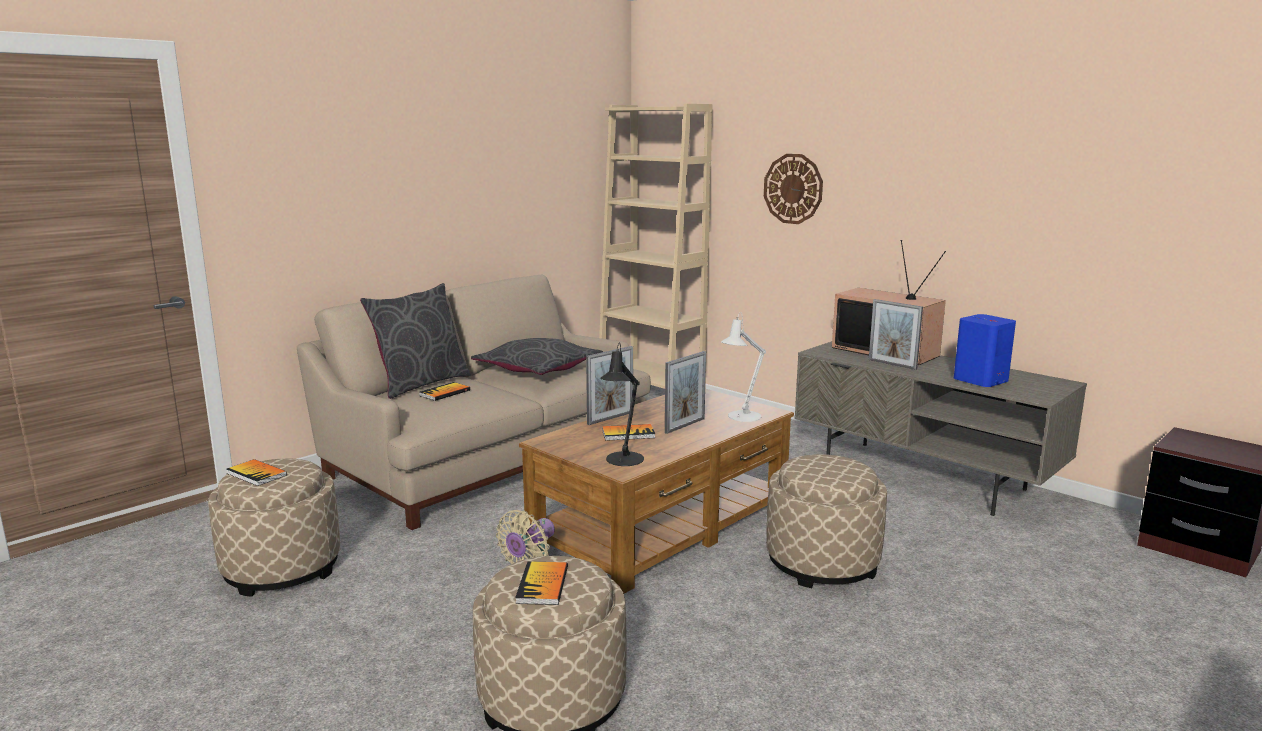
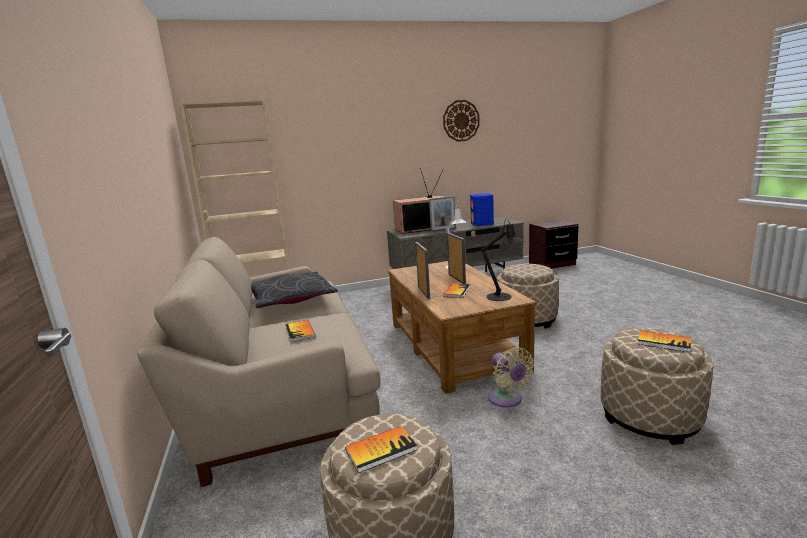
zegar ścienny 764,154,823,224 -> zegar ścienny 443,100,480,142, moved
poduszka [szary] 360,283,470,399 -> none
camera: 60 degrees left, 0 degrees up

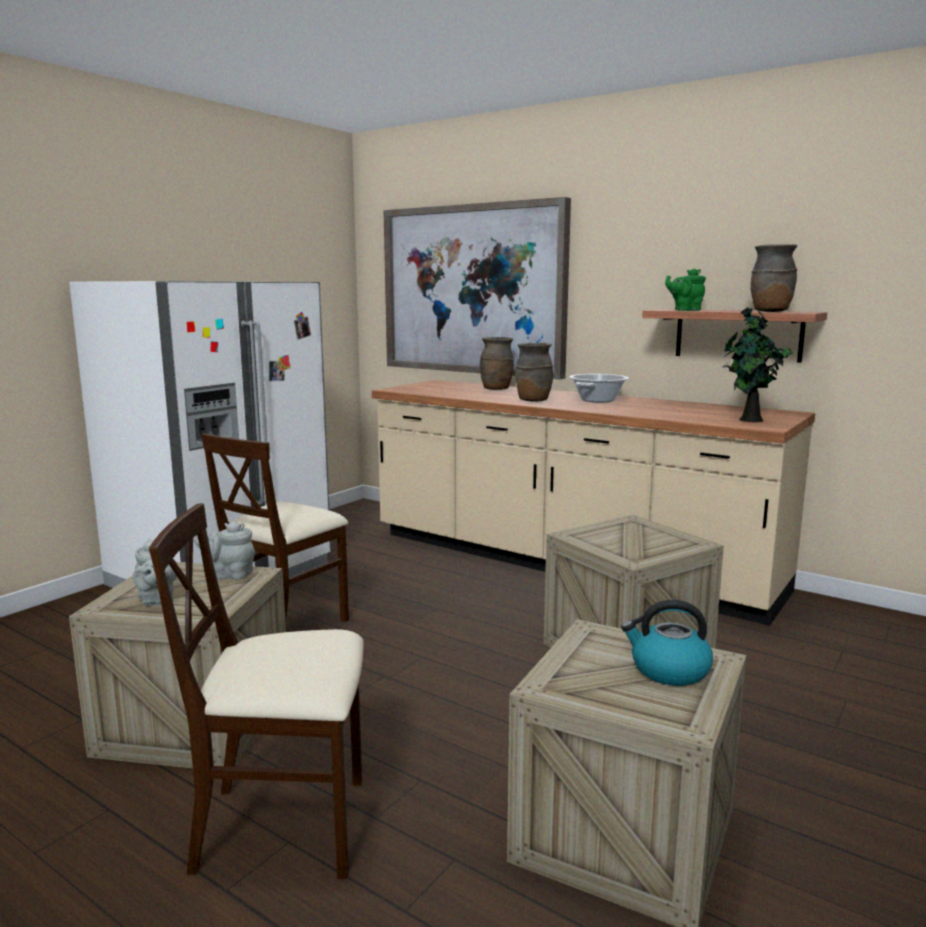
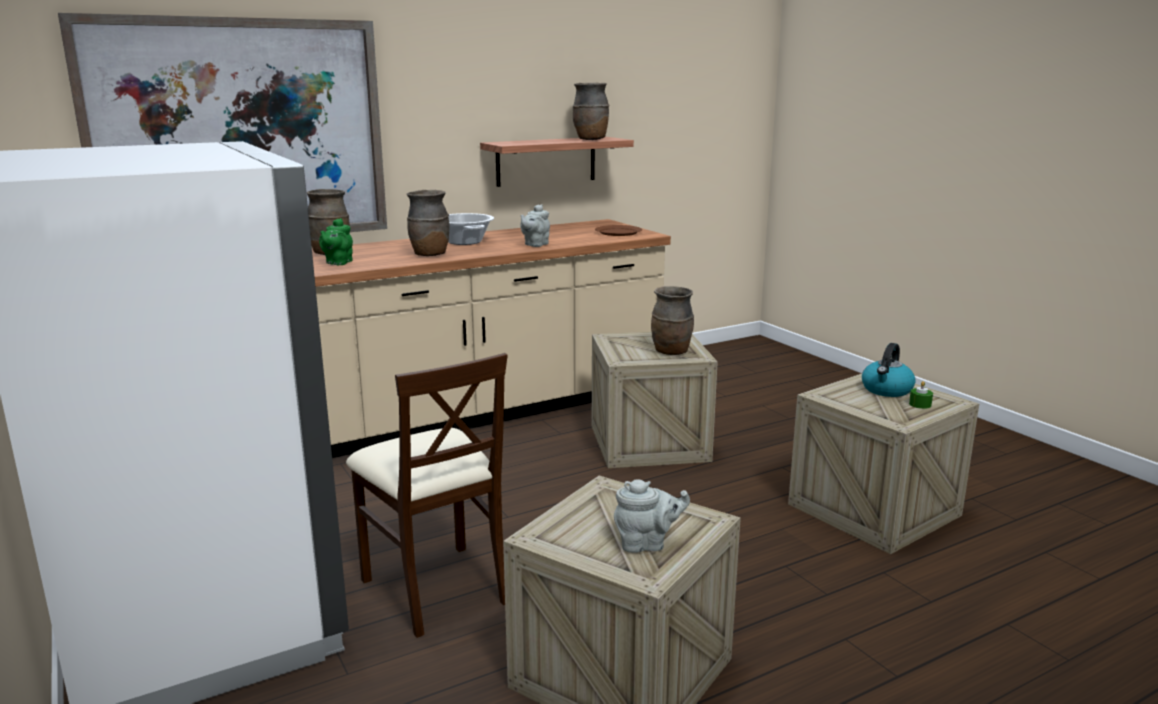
imbryk [zielony] 665,269,706,311 -> imbryk [zielony] 319,218,353,265, moved
roślina doniczkowa 722,307,793,422 -> talerz [brązowy] 595,225,642,236
krzesło [beżowy] 149,503,364,879 -> none
imbryk [szary] 195,522,255,580 -> imbryk [szary] 521,204,550,247, moved
none -> wazon [brązowy] 651,286,694,355
none -> świeca [zielony] 909,381,933,409
camera: 65 degrees left, 5 degrees up

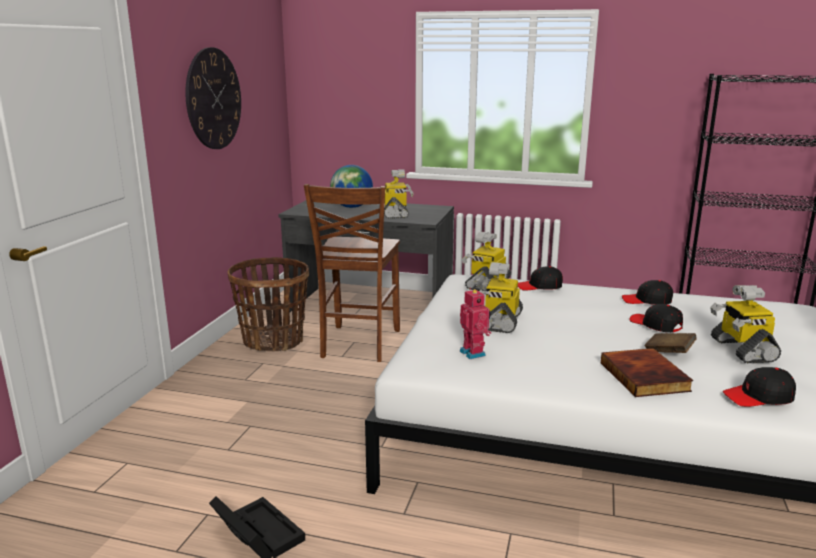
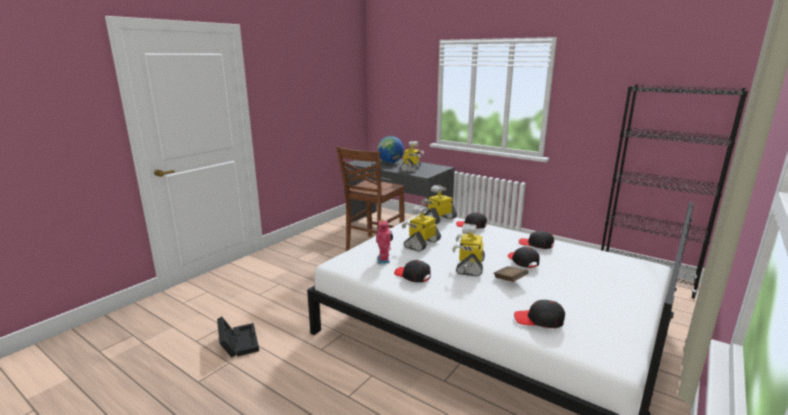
zegar ścienny 185,47,241,149 -> none
koszyk 228,257,309,352 -> none
robot zabawkowy 710,285,781,364 -> robot zabawkowy 452,223,485,276, moved
książka 601,348,693,397 -> none
none -> czapka z daszkiem [czarny] 394,260,431,283
camera: 20 degrees right, 0 degrees up

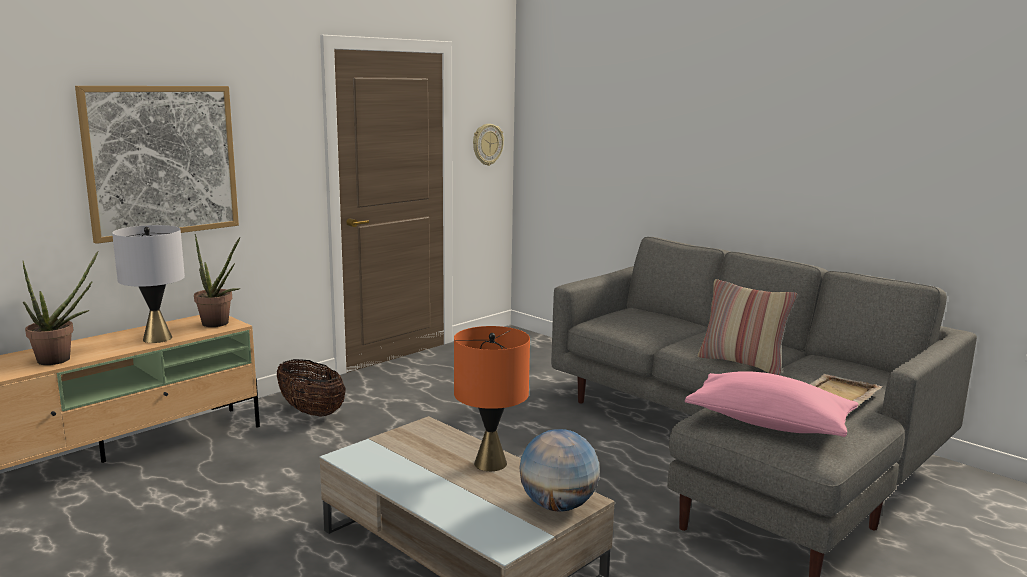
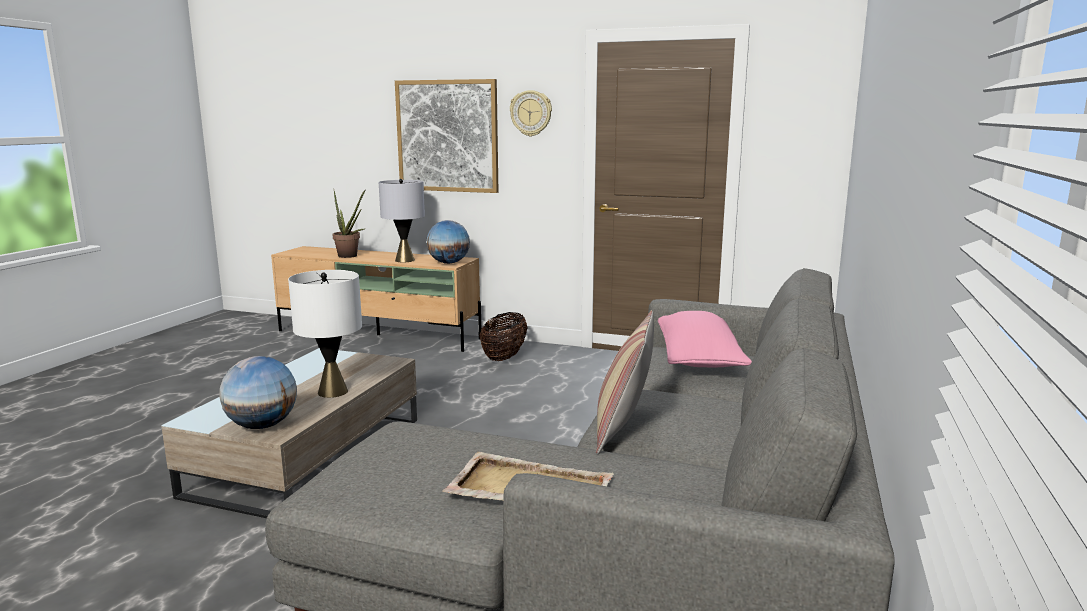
zegar ścienny 473,124,504,166 -> zegar ścienny 510,90,552,136, moved
roślina doniczkowa 194,234,241,327 -> globus 426,220,470,264
lampa stołowa [pomarańczowy] 454,326,530,471 -> lampa stołowa [biały] 288,270,362,398
poduszka [różowy] 685,371,859,437 -> poduszka [różowy] 658,311,752,367, moved
camera: 65 degrees right, 0 degrees up

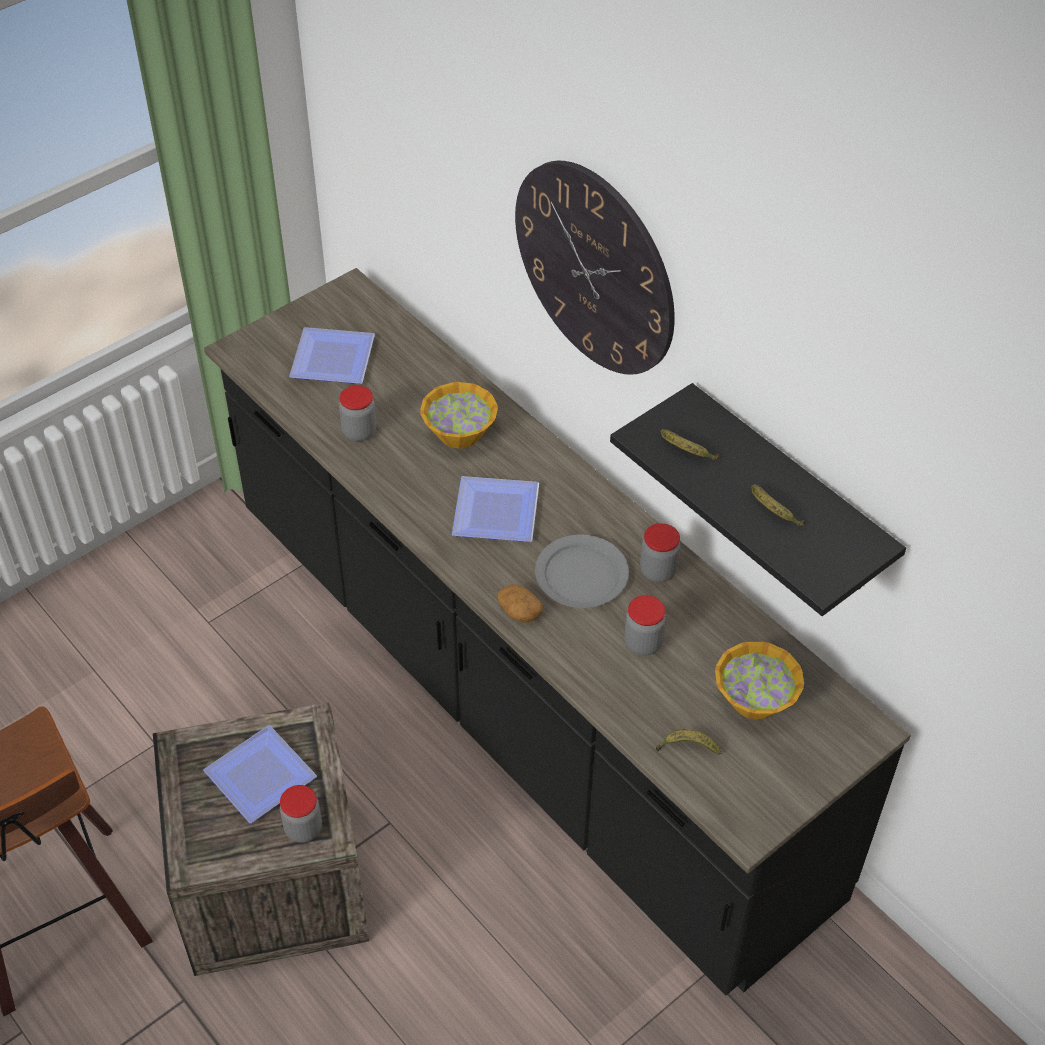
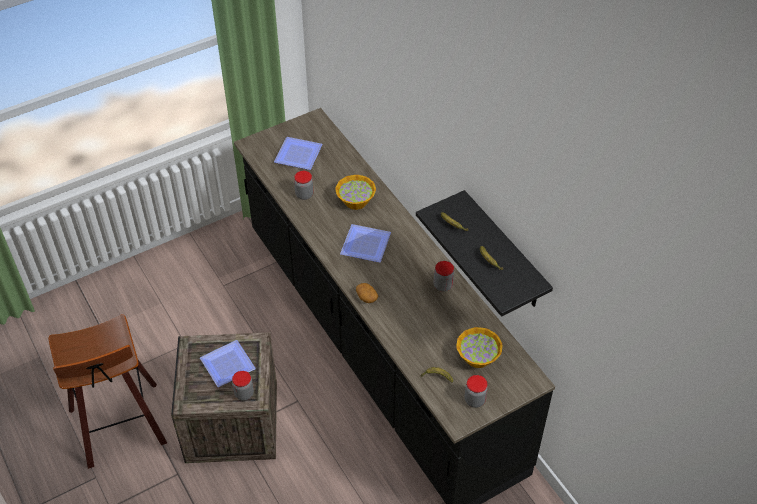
zegar ścienny 515,161,675,375 -> none
talerz [szary] 535,535,629,608 -> none
słoik 624,595,666,656 -> słoik 465,375,488,408, moved
camera: 10 degrees right, 0 degrees up

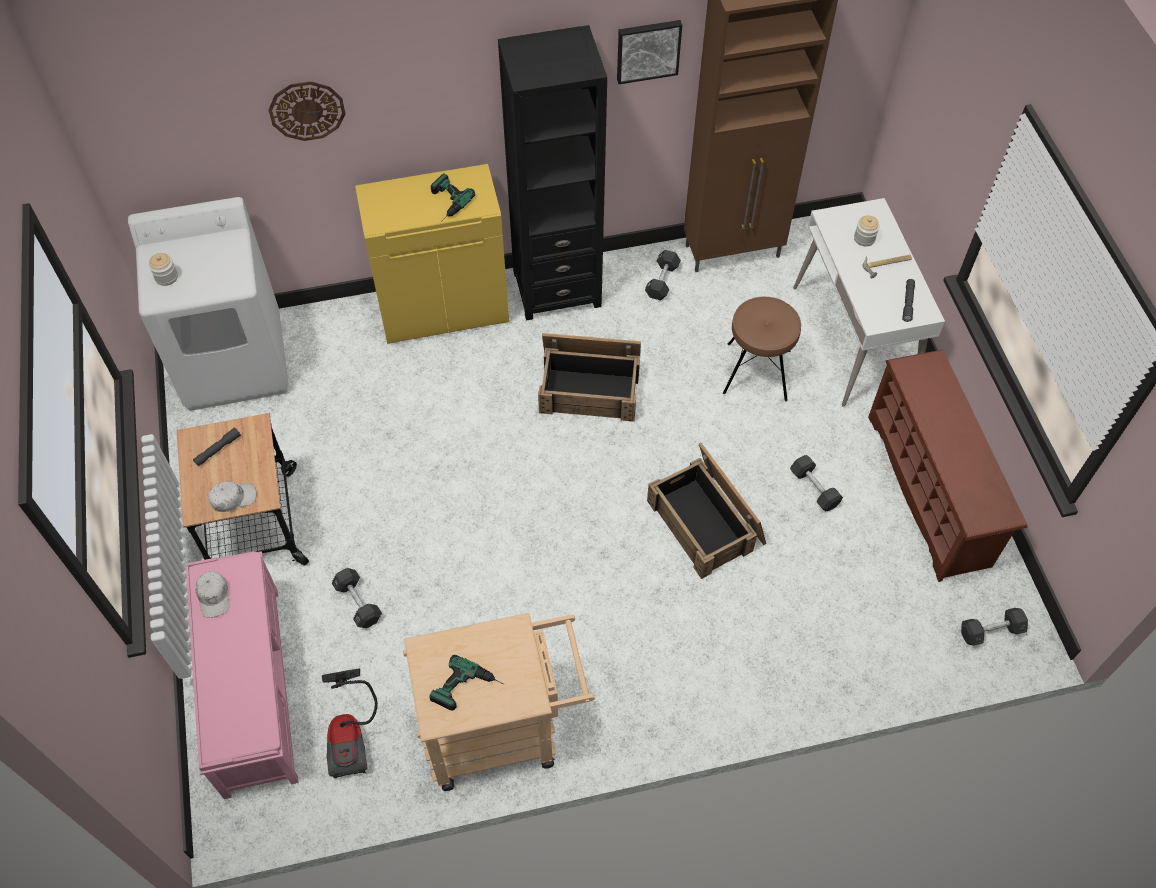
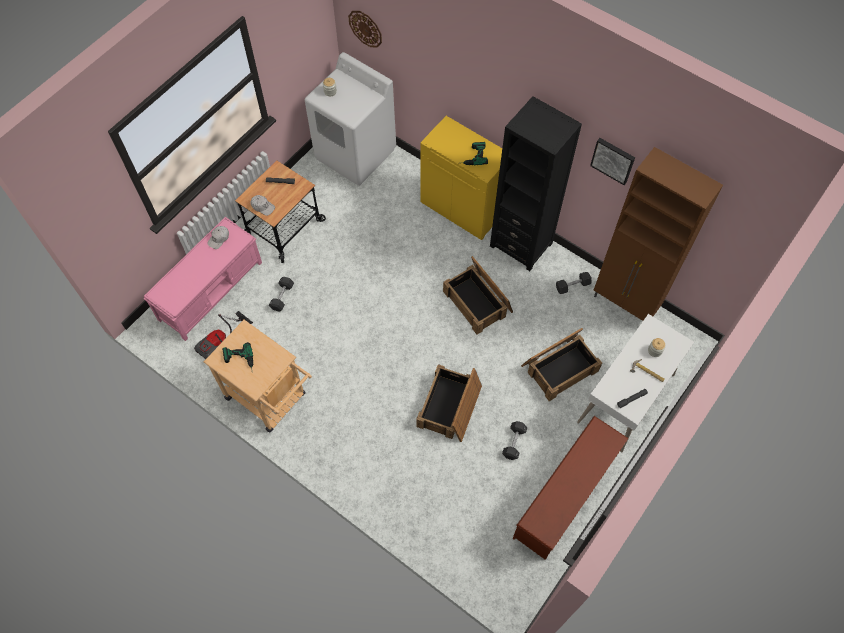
zegar ścienny 268,81,346,141 -> zegar ścienny 348,11,382,48, moved
stołek [brązowy] 723,297,801,401 -> skrzynka 521,328,602,401
hantel [szary] 961,608,1028,646 -> none
camera: 50 degrees right, 5 degrees up

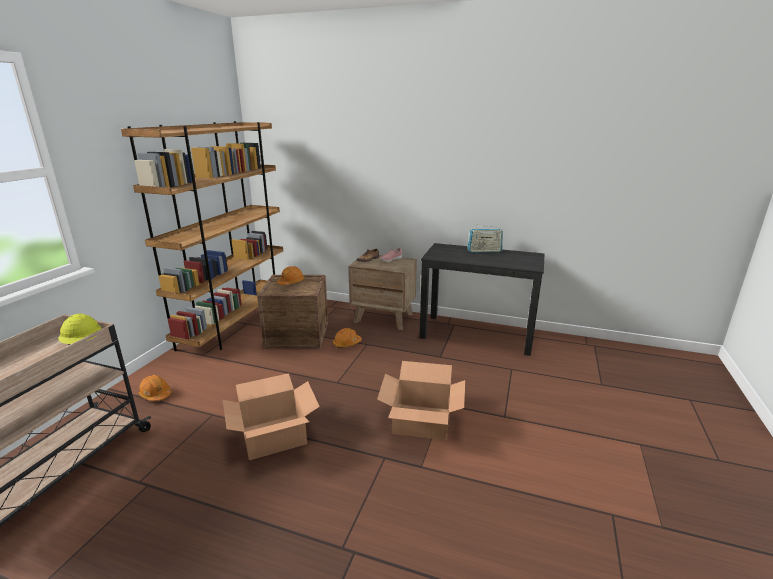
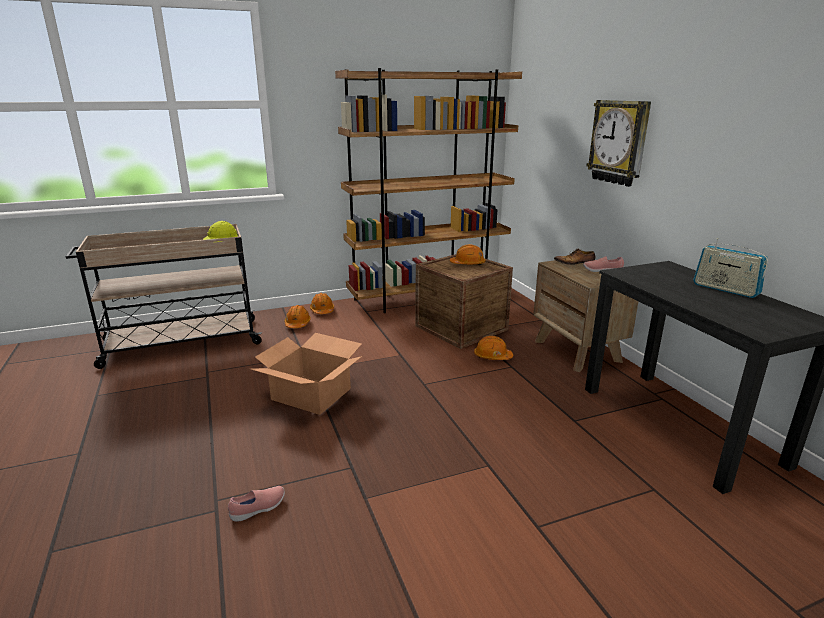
karton 377,361,465,440 -> none
none -> zegar ścienny 586,100,651,187
none -> kask [pomarańczowy] 310,293,334,314
none -> but [różowy] 228,486,285,522
camera: 50 degrees right, 0 degrees up

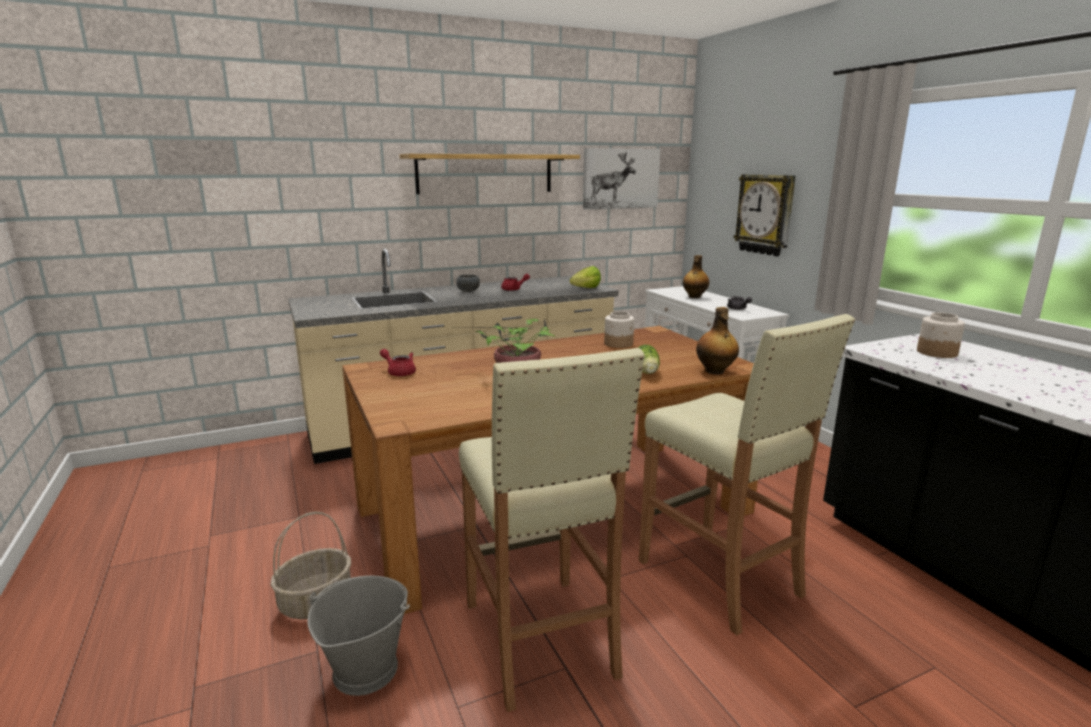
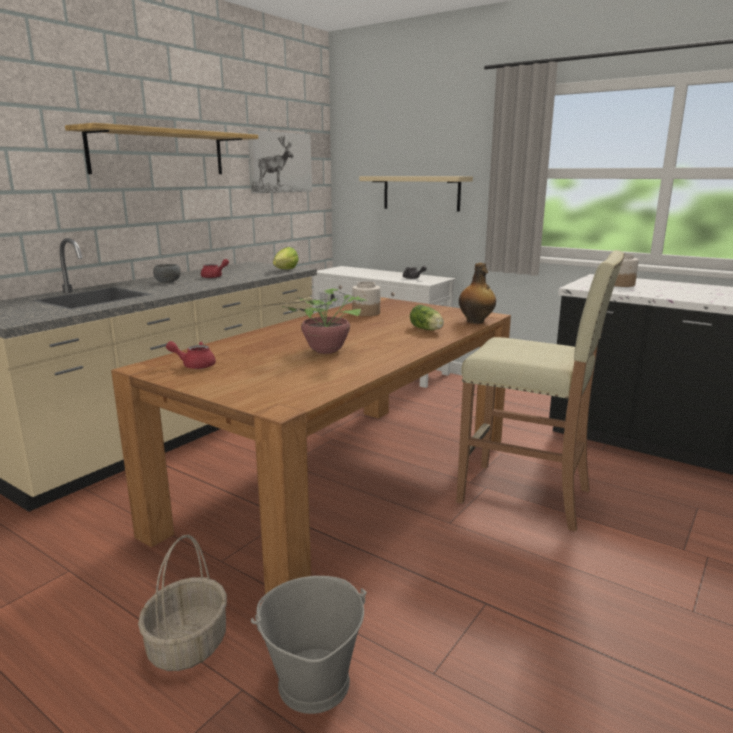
zegar ścienny 733,174,796,257 -> półka [beżowy] 359,176,473,211
butelka 683,255,709,298 -> none
stołek [beżowy] 459,348,645,712 -> none
camera: 30 degrees left, 0 degrees up

